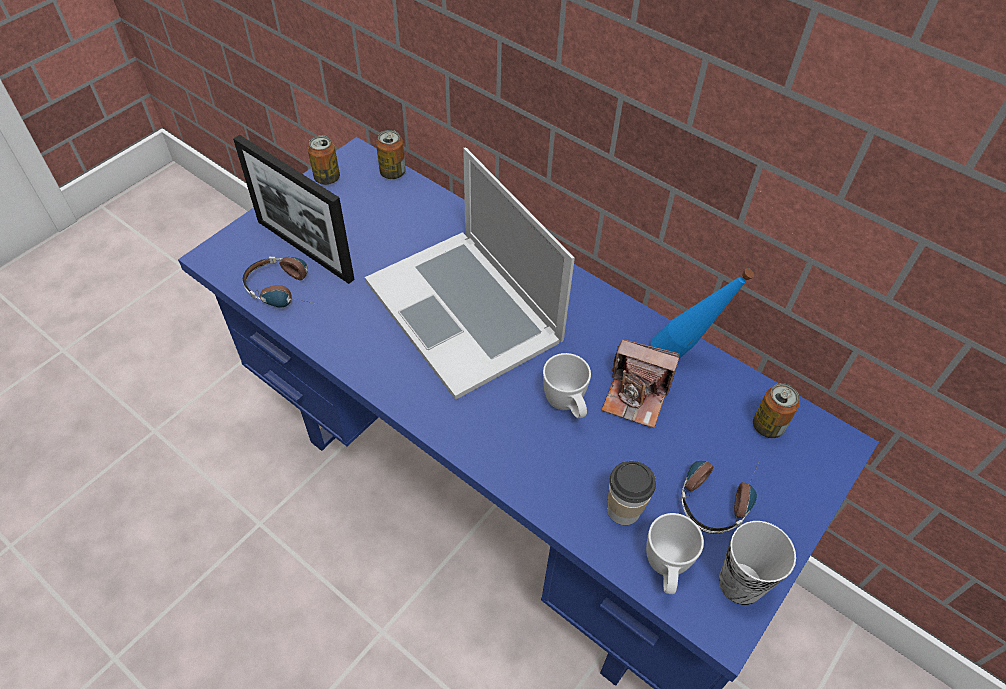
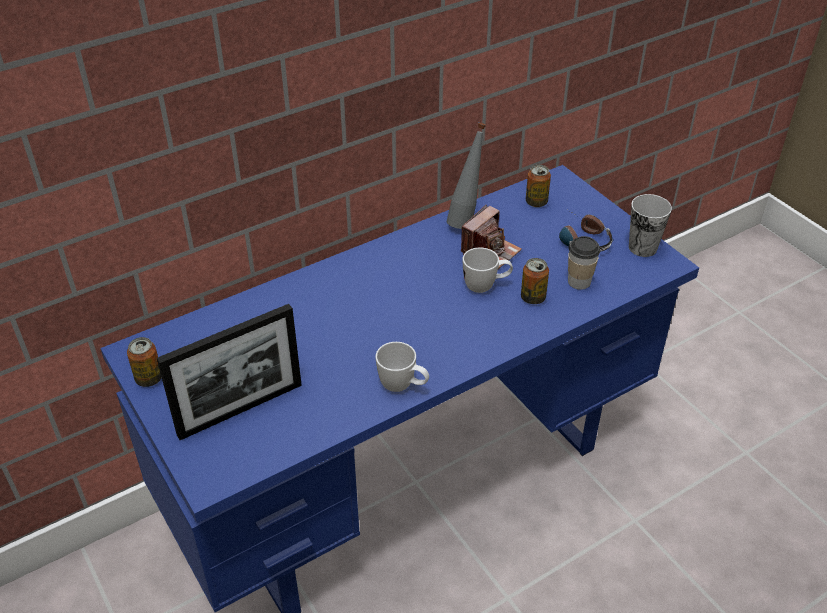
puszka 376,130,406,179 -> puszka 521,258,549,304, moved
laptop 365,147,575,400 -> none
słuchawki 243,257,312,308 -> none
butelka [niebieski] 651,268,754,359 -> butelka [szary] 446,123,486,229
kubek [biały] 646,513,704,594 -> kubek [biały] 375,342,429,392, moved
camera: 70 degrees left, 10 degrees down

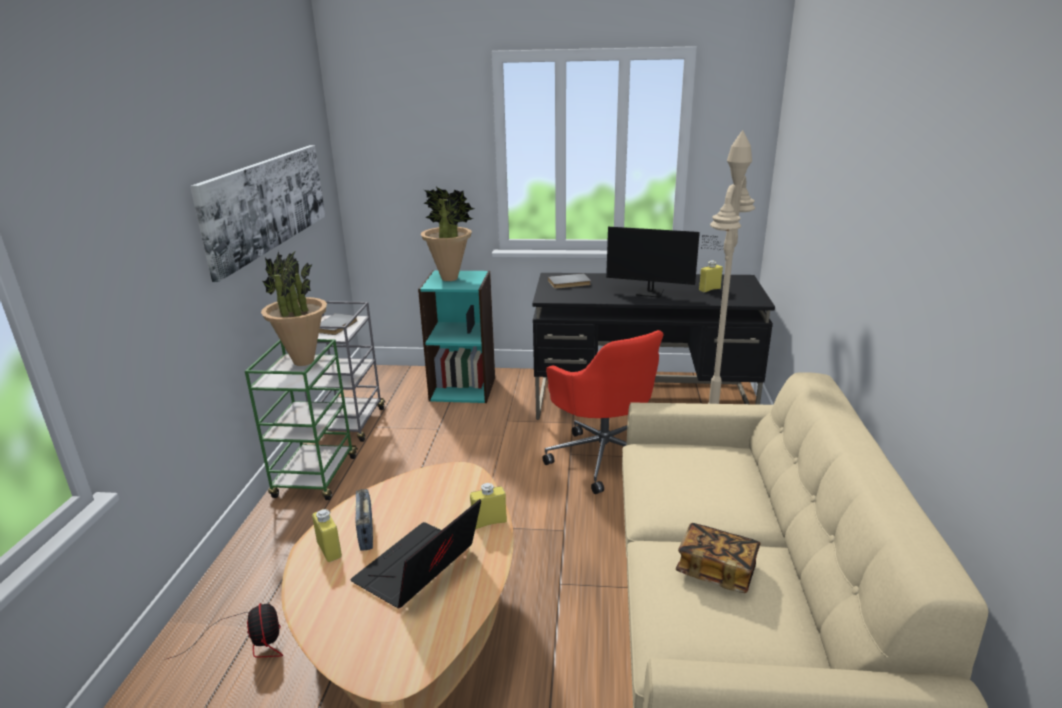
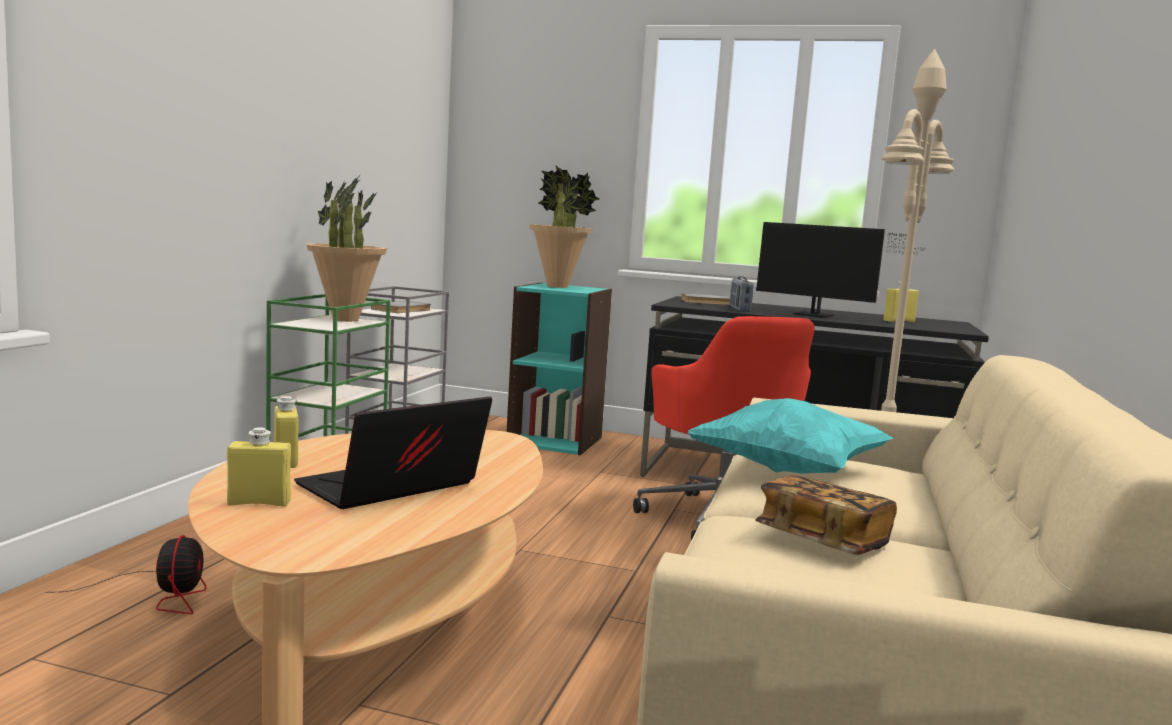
obraz 190,145,325,282 -> none
butelka [żółty] 470,483,507,529 -> butelka [żółty] 227,427,291,507, moved
radio 355,489,373,550 -> radio 730,276,754,312, moved
none -> poduszka [turkusowy] 687,398,893,474
camera: 10 degrees right, 15 degrees down

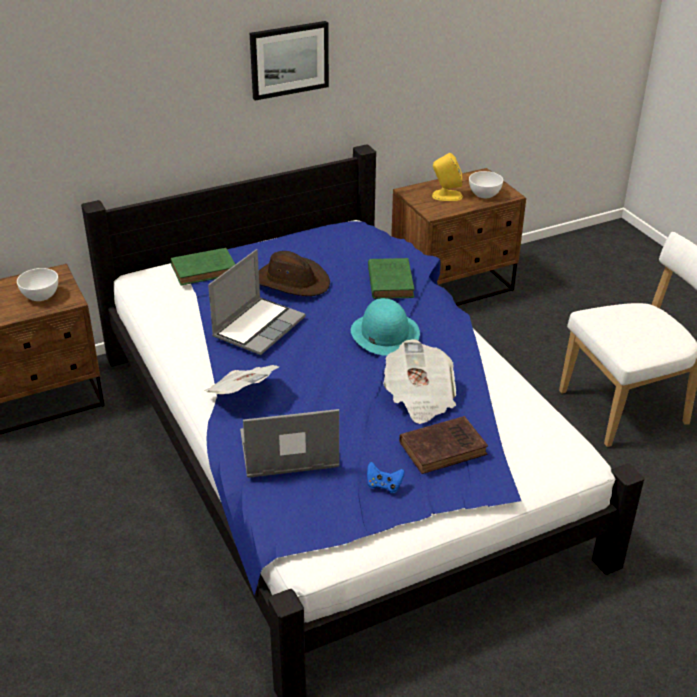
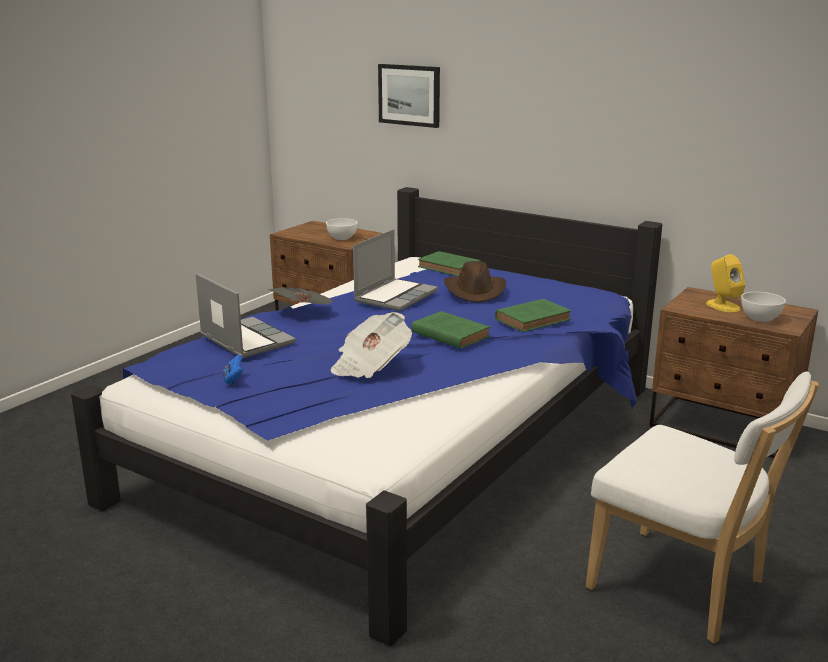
obraz 250,21,329,100 -> obraz 378,64,440,128, moved
laptop 208,249,306,355 -> laptop 353,229,438,311, 60 degrees counterclockwise
kapelusz [turkusowy] 351,298,420,356 -> książka [zielony] 411,311,490,349
książka [brązowy] 399,416,488,474 -> none
camera: 60 degrees right, 15 degrees down

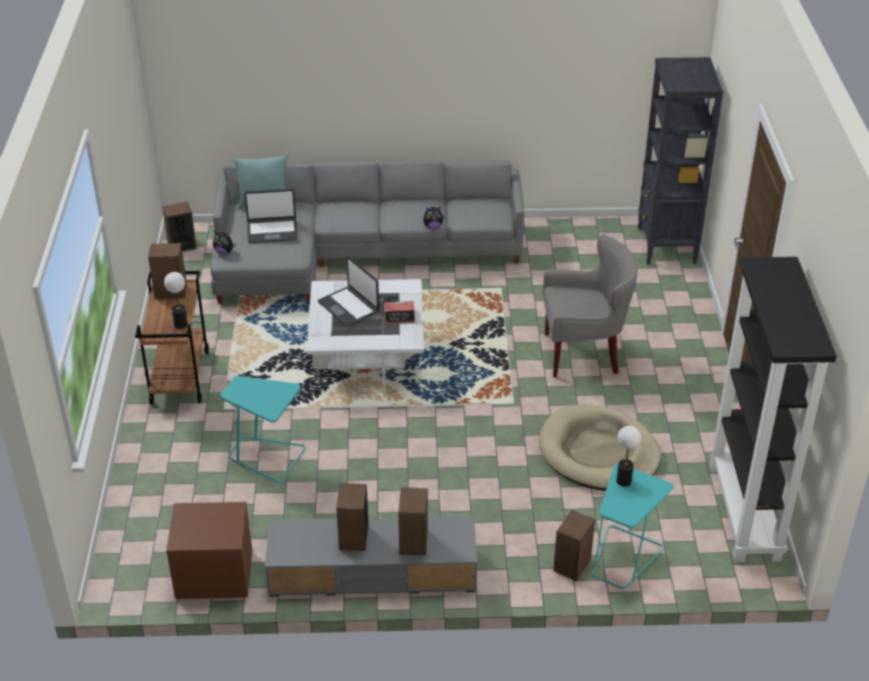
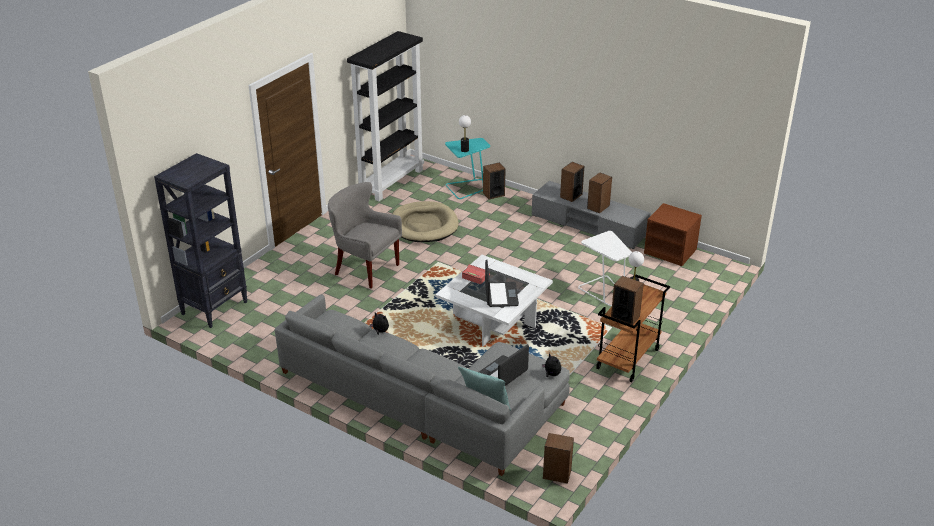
laptop 245,189,297,243 -> laptop 479,344,529,386, 75 degrees counterclockwise
stolik [turkusowy] 221,376,305,483 -> stolik [biały] 578,231,632,306
camera: 145 degrees left, 5 degrees down

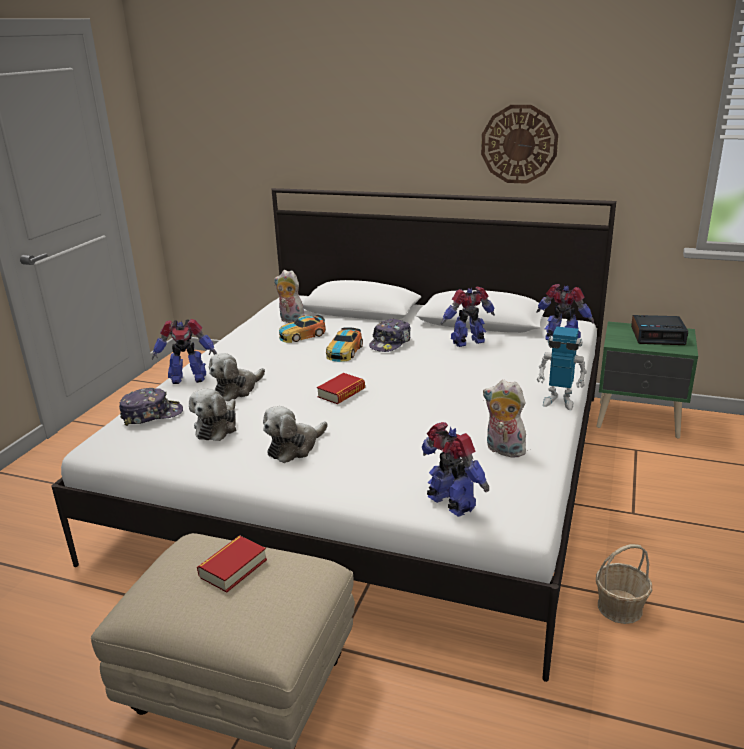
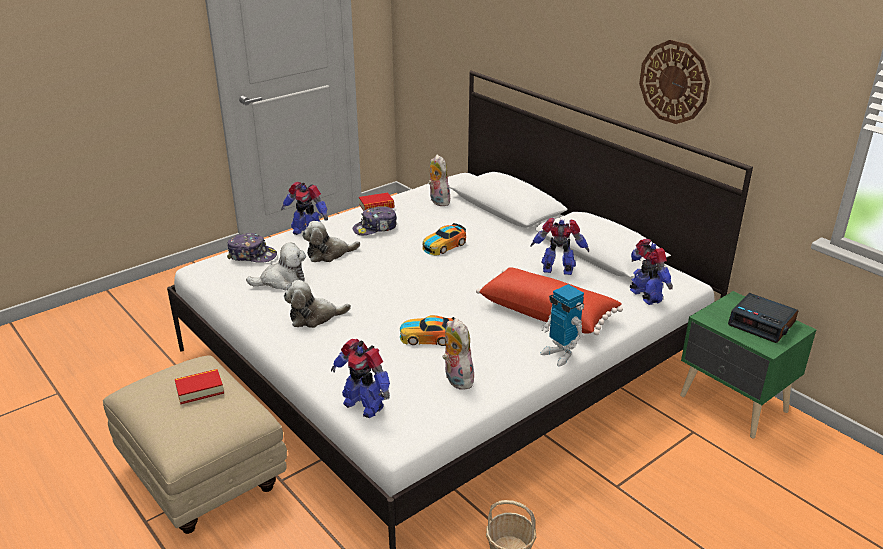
samochodzik 279,315,326,343 -> samochodzik 400,315,455,346, moved
czapka z daszkiem 369,318,411,352 -> czapka z daszkiem 353,206,397,235, moved
książka 317,373,365,404 -> książka 359,193,394,211, moved
pluszak 189,389,236,441 -> pluszak 246,242,306,291, 150 degrees counterclockwise
robot zabawkowy 422,422,489,517 -> robot zabawkowy 331,339,390,418, 135 degrees clockwise
none -> poduszka [czerwony] 476,267,623,335
camera: 30 degrees right, 5 degrees up

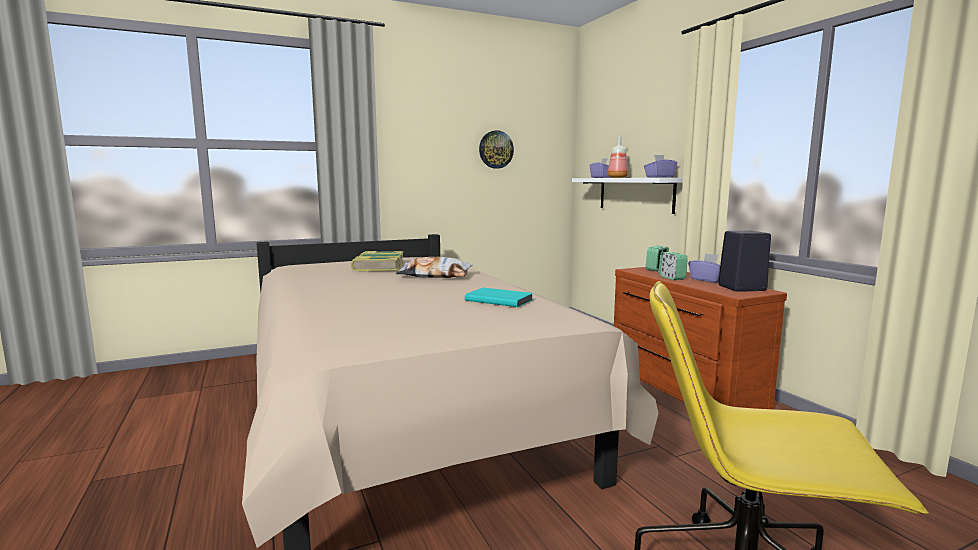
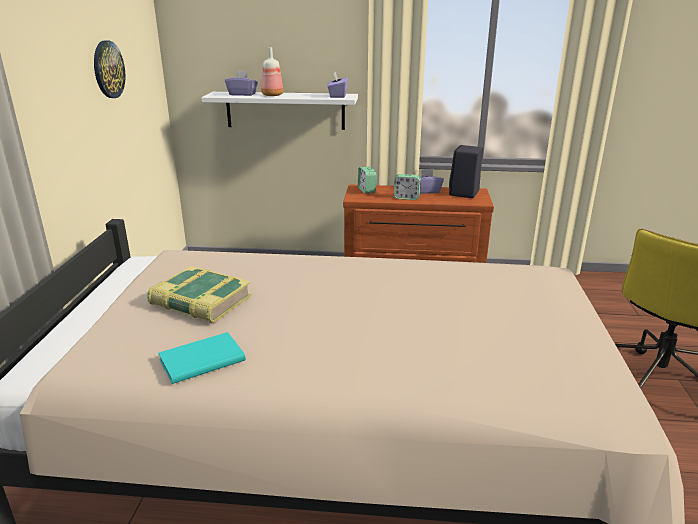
poduszka 396,257,473,278 -> none
książka [turkusowy] 465,288,533,307 -> książka [turkusowy] 158,332,245,384, moved
camera: 60 degrees left, 15 degrees up

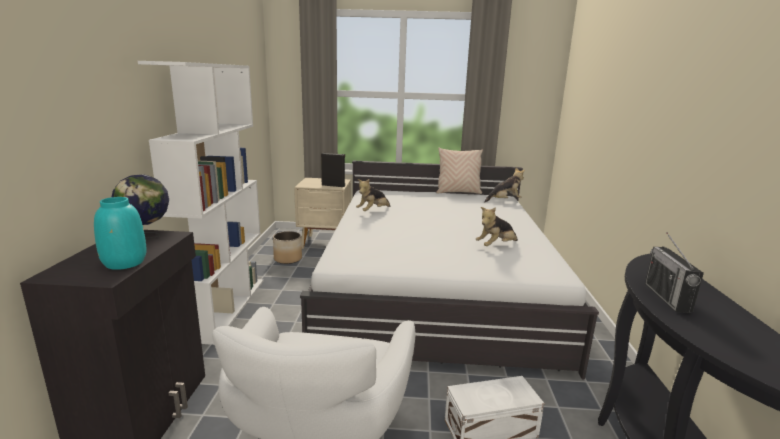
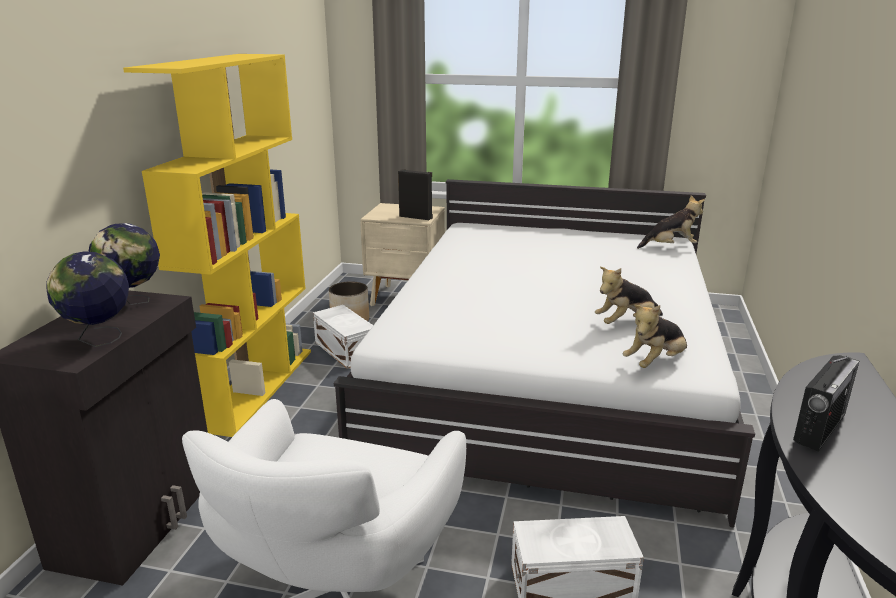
regał [biały] 138,61,264,345 -> regał [żółty] 123,54,311,437
poduszka [beżowy] 436,148,483,194 -> none
pluszak 356,179,390,211 -> pluszak 622,305,687,368, moved
wazon [turkusowy] 94,197,147,270 -> globus 46,251,129,347
radio 645,232,704,313 -> radio 793,355,859,451, 150 degrees counterclockwise
none -> pojemnik do przechowywania [biały] 313,305,373,369
camera: 10 degrees right, 5 degrees up

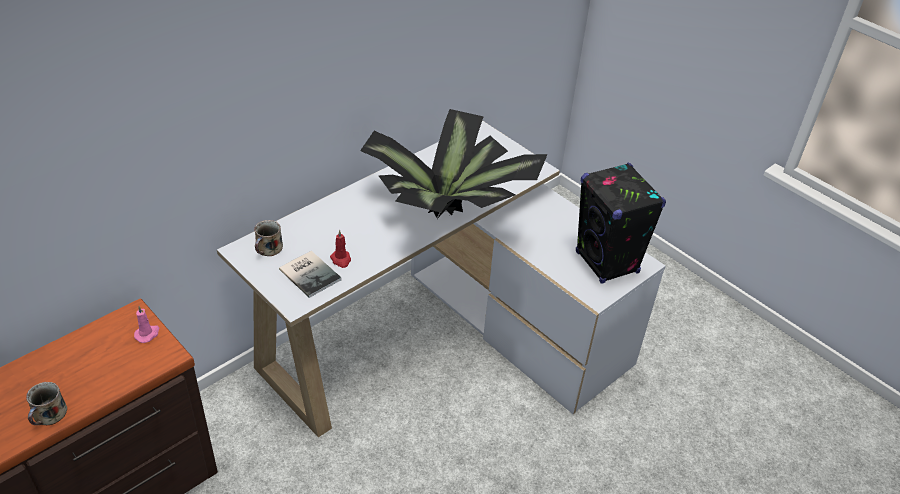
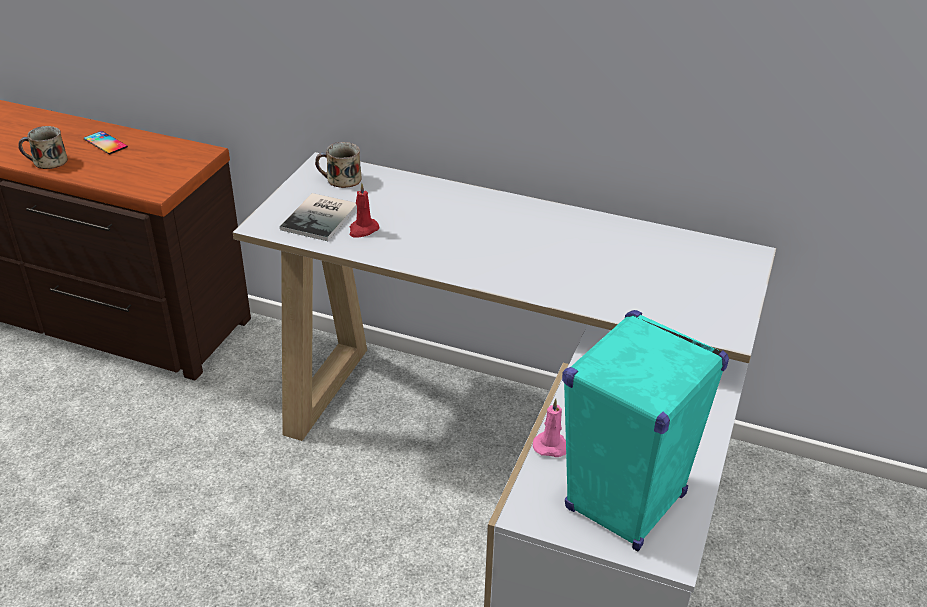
roślina doniczkowa 360,109,547,219 -> none
głośnik [czarny] 576,163,666,284 -> głośnik [turkusowy] 562,310,729,551
świeca [różowy] 134,306,159,343 -> świeca [różowy] 533,399,566,457, moved
none -> telefon 84,131,128,154
camera: 65 degrees right, 5 degrees down

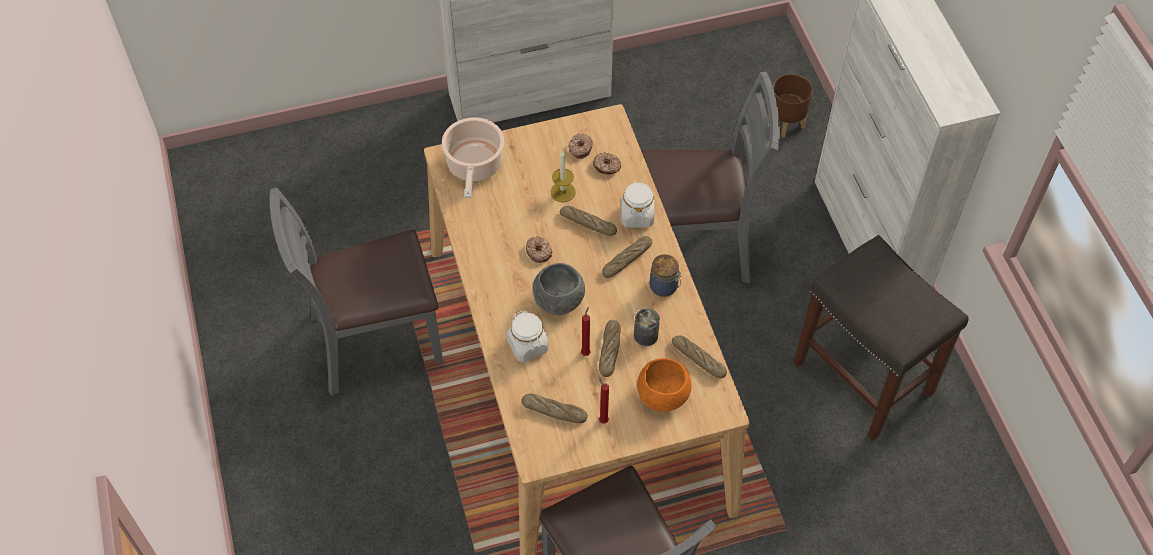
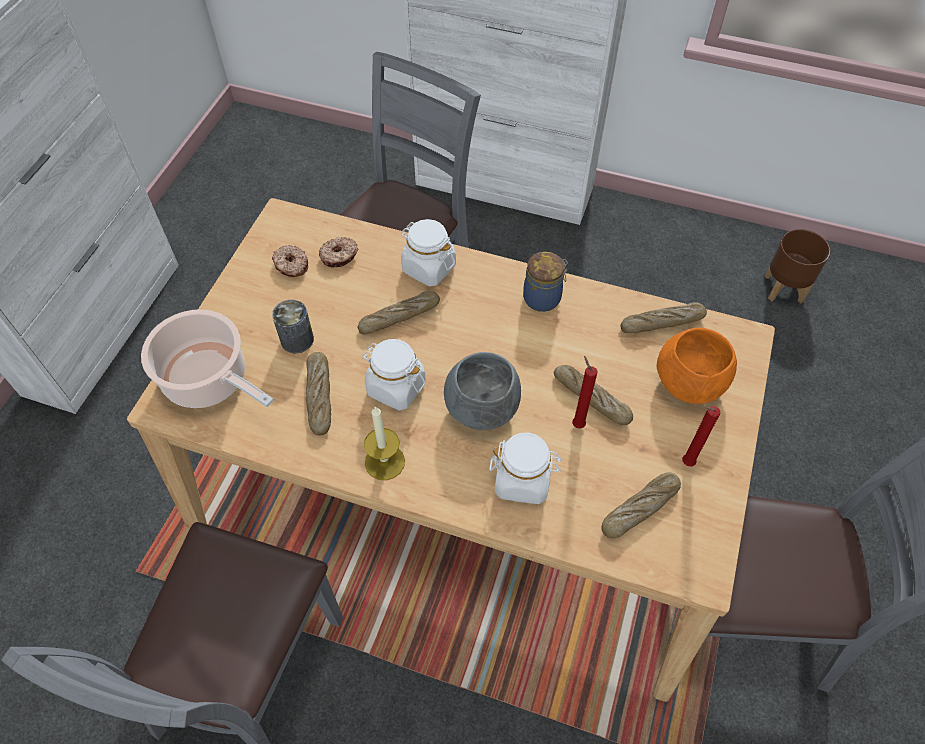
donica [brązowy] 768,74,813,138 -> donica [brązowy] 765,229,830,303, moved
świeca 550,149,576,202 -> świeca 364,407,405,480, moved
stołek [szary] 793,235,969,441 -> none
chleb 602,236,652,278 -> chleb 306,352,331,435, moved
donut 526,237,553,263 -> słoik [biały] 362,339,426,410
puszka 634,308,660,346 -> puszka 272,300,314,353, moved
camera: 55 degrees left, 0 degrees up

